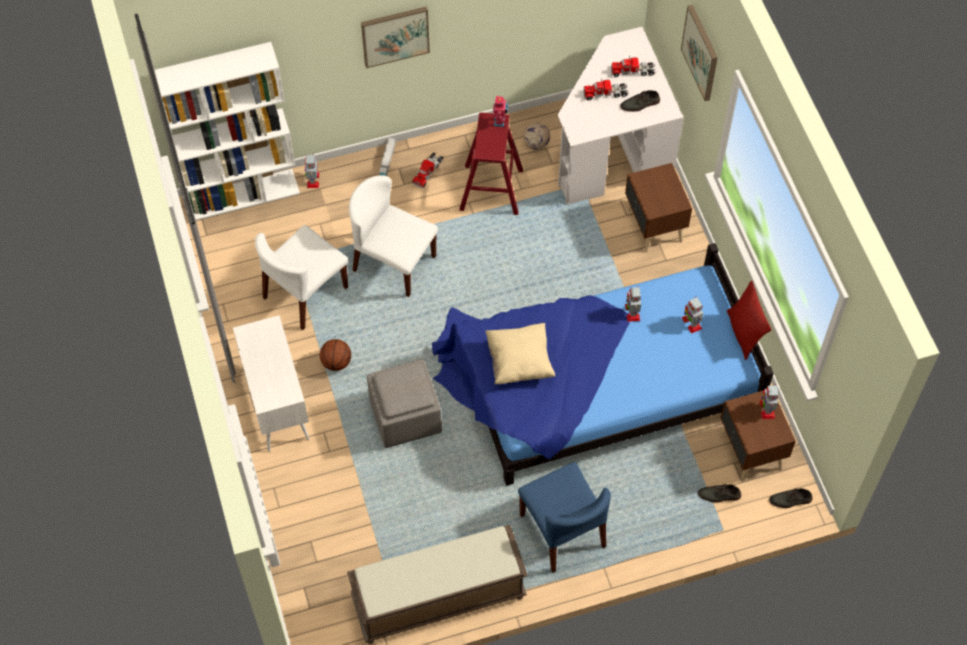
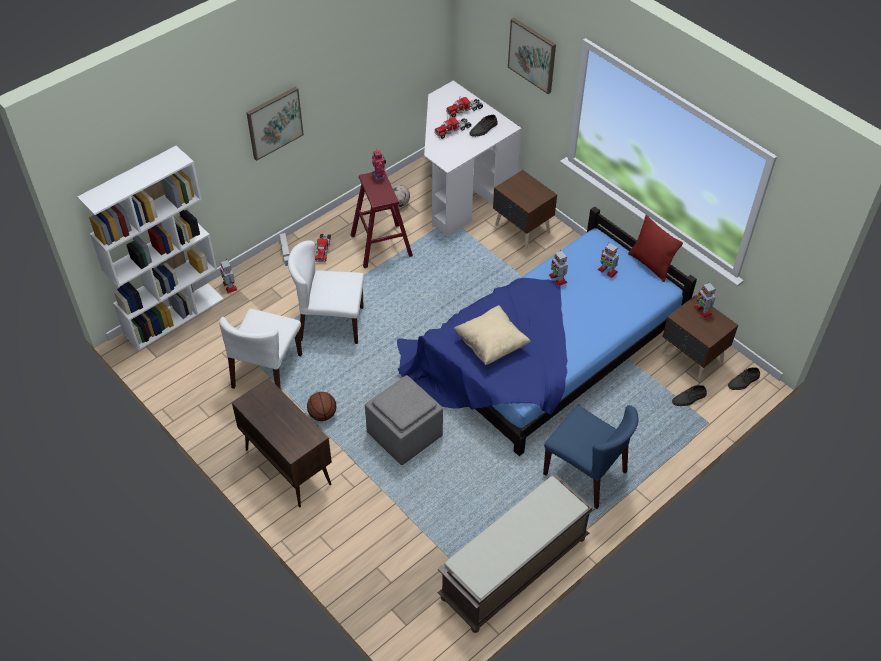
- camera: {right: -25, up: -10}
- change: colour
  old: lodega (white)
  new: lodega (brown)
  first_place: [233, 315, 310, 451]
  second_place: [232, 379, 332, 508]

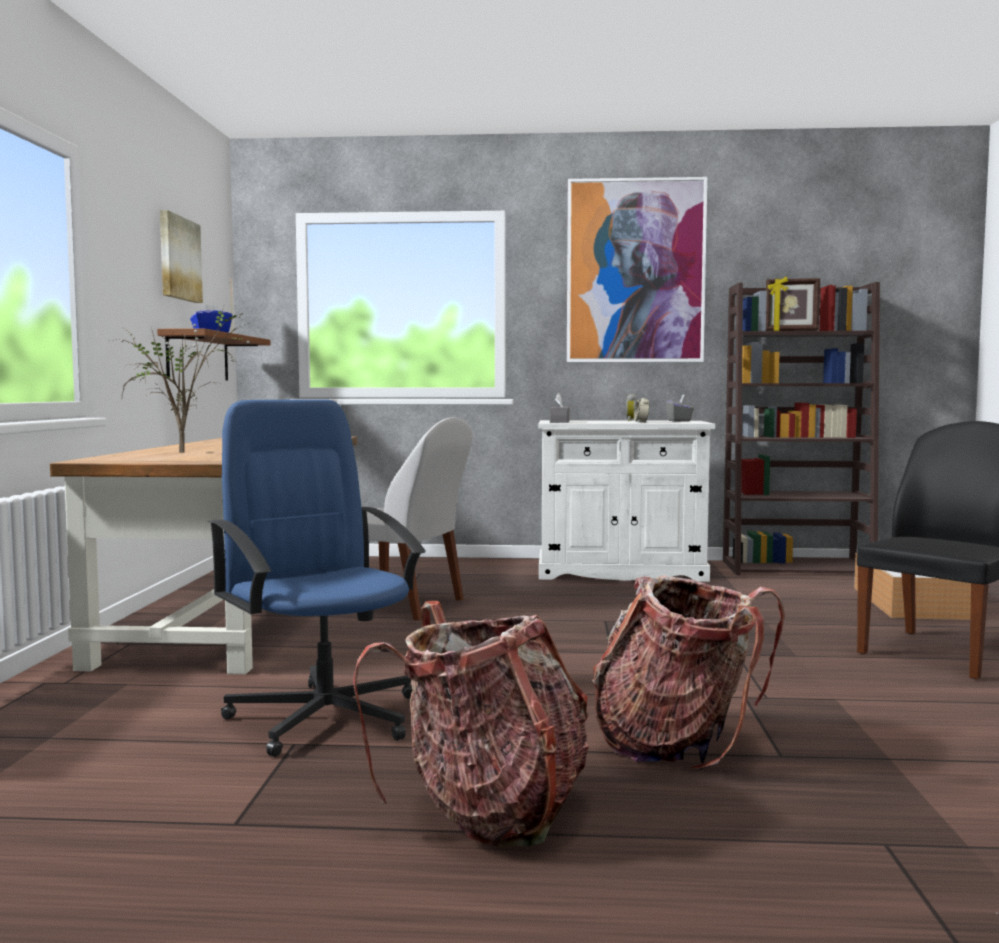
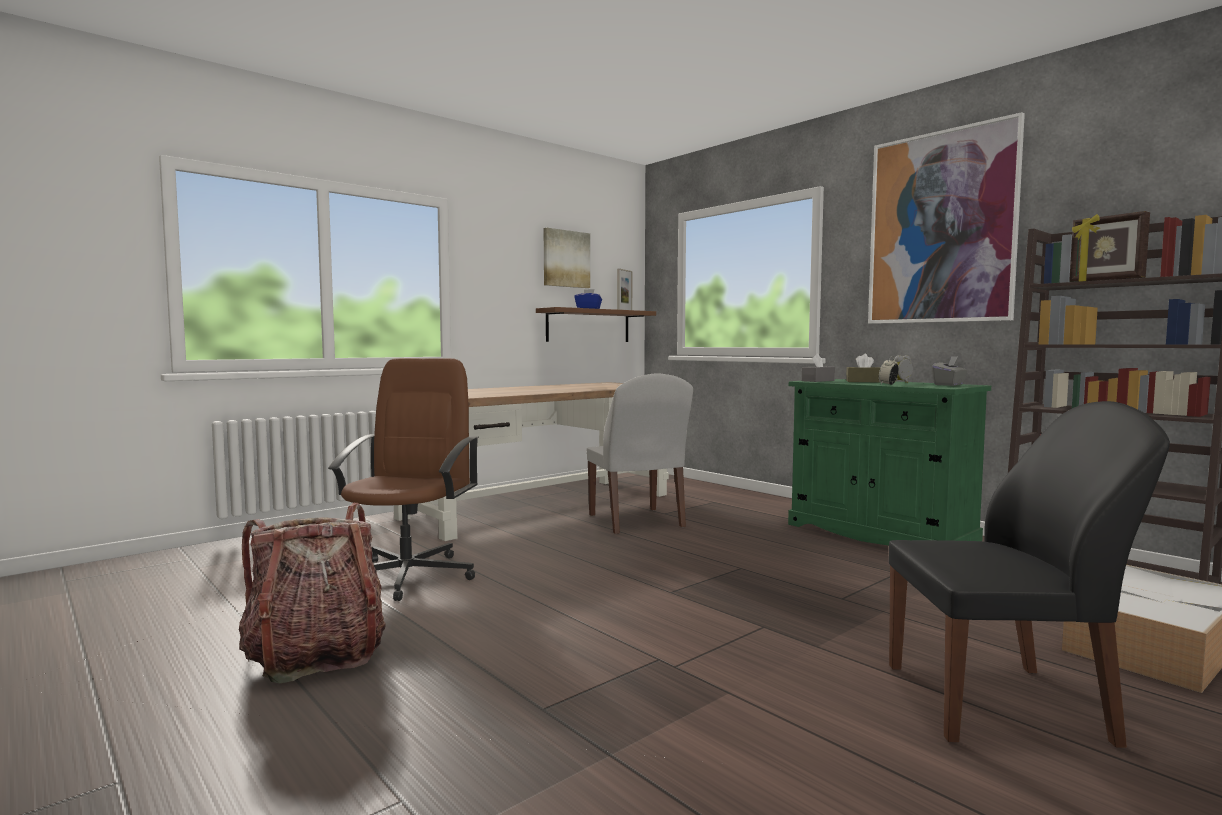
- camera: {right: 45, up: 0}
- change: missing
  old: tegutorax
  first_place: [120, 303, 249, 453]
- change: colour
  old: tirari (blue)
  new: tirari (brown)
  first_place: [208, 399, 426, 757]
  second_place: [328, 358, 479, 601]
- change: colour
  old: lodega (white)
  new: lodega (green)
  first_place: [538, 420, 715, 582]
  second_place: [788, 379, 991, 545]
- change: missing
  old: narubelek
  first_place: [592, 575, 785, 770]
- change: appeared
  new: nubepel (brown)
  second_place: [846, 354, 881, 382]

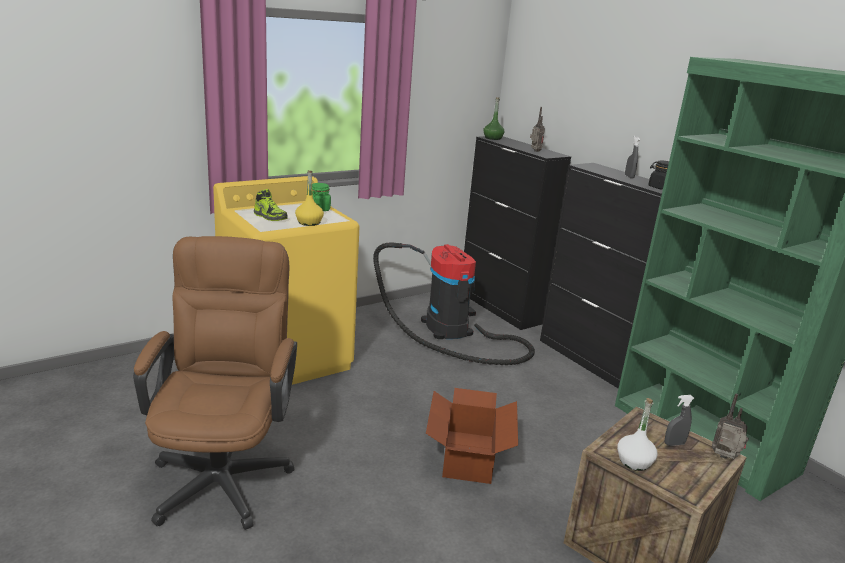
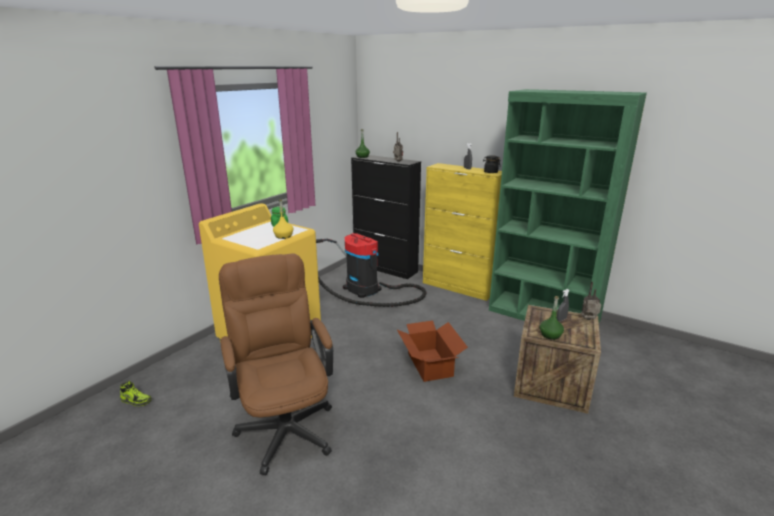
- camera: {right: -20, up: 0}
- change: colour
  old: lodega (black)
  new: lodega (yellow)
  first_place: [540, 163, 663, 389]
  second_place: [423, 163, 502, 301]
- change: relocated
  old: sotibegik
  first_place: [254, 189, 288, 221]
  second_place: [120, 381, 152, 406]
- change: colour
  old: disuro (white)
  new: disuro (green)
  first_place: [617, 398, 657, 471]
  second_place: [540, 296, 564, 340]

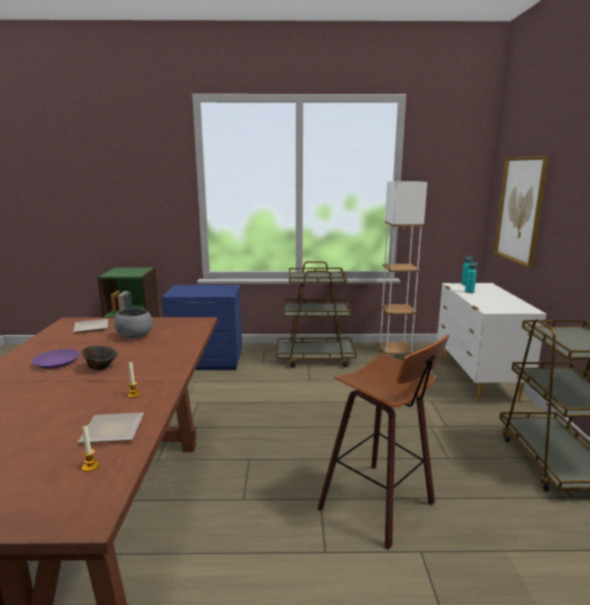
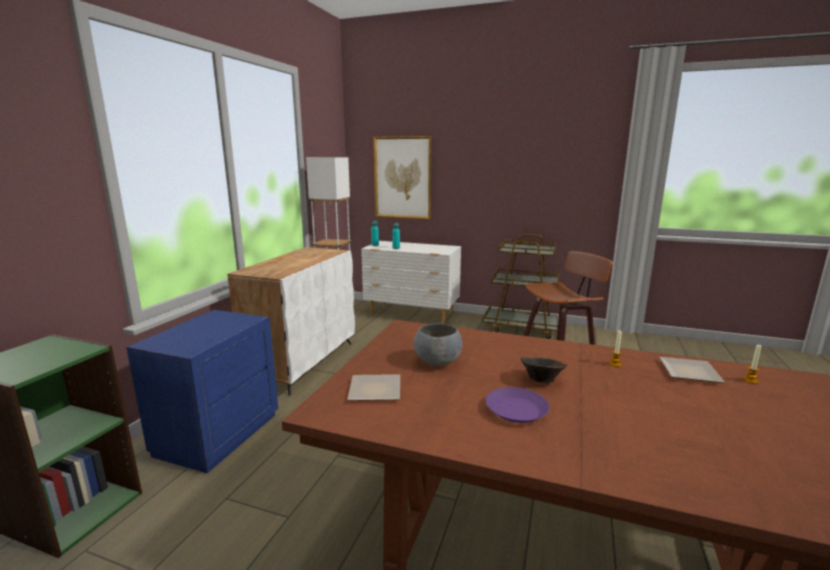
- camera: {right: -70, up: 0}
- change: exchanged
  old: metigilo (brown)
  new: lodega (white)
  first_place: [277, 261, 357, 368]
  second_place: [227, 247, 355, 396]

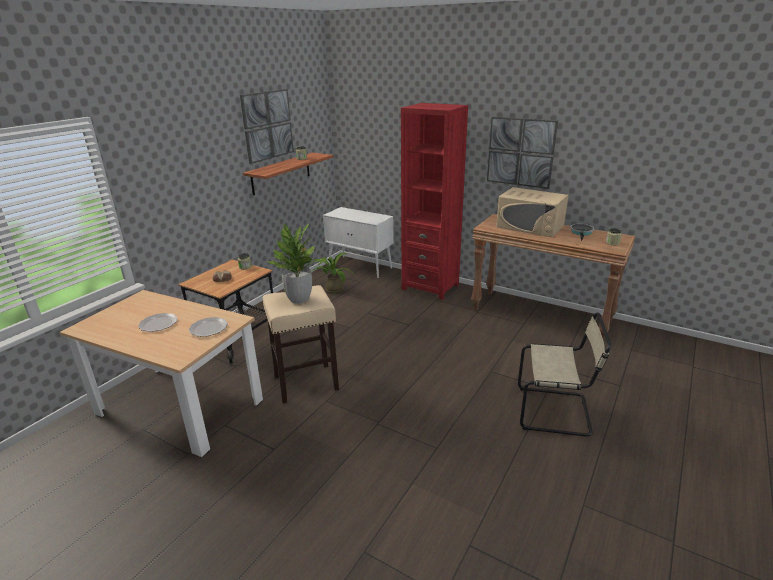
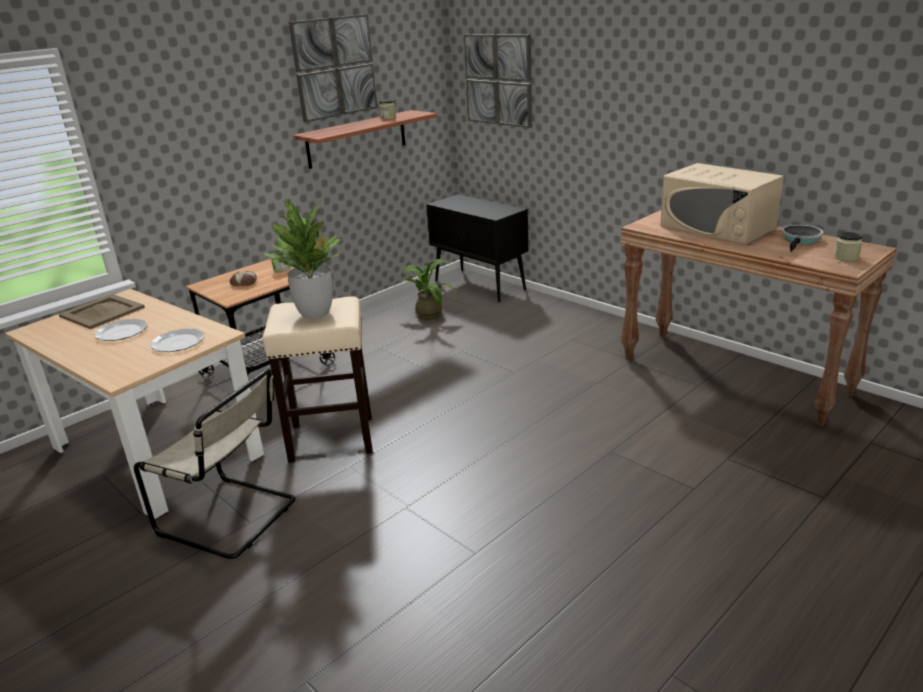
- camera: {right: 15, up: 0}
- change: missing
  old: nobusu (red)
  first_place: [401, 103, 468, 300]
- change: relocated
  old: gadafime
  first_place: [487, 116, 558, 189]
  second_place: [464, 34, 532, 128]
- change: colour
  old: lodega (white)
  new: lodega (black)
  first_place: [323, 207, 394, 278]
  second_place: [426, 194, 528, 302]
- change: relocated
  old: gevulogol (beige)
  first_place: [518, 312, 611, 436]
  second_place: [134, 368, 295, 559]
- change: appeared
  new: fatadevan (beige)
  second_place: [59, 294, 145, 329]

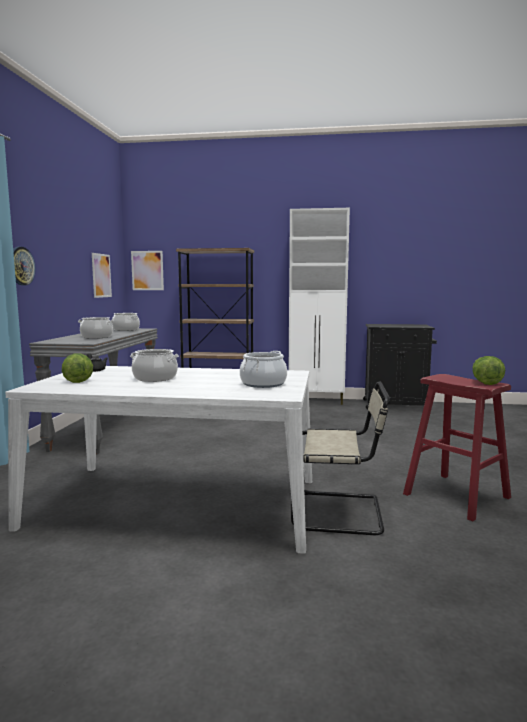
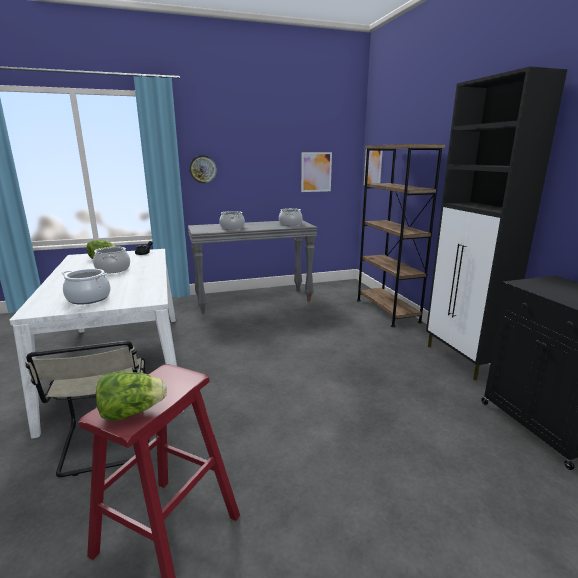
- camera: {right: 65, up: 10}
- change: colour
  old: lodega (white)
  new: lodega (black)
  first_place: [289, 208, 350, 405]
  second_place: [426, 67, 567, 380]

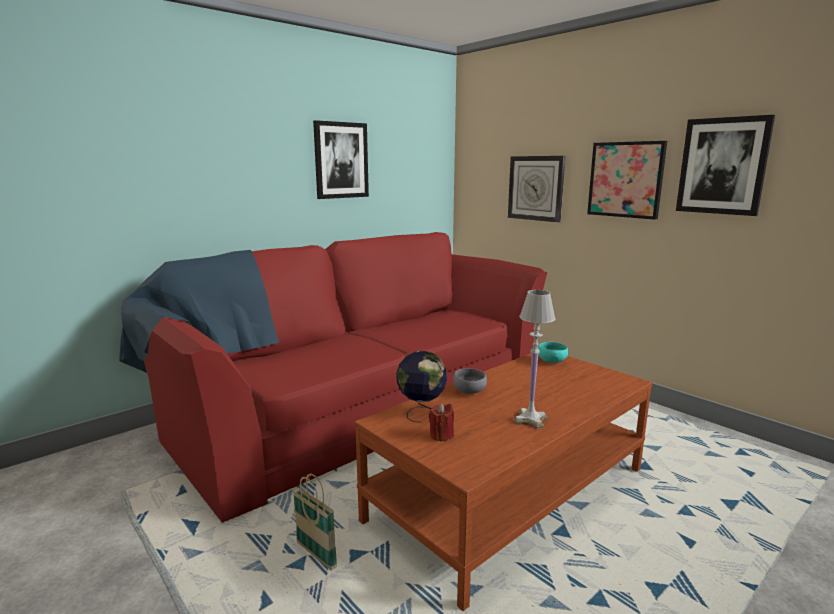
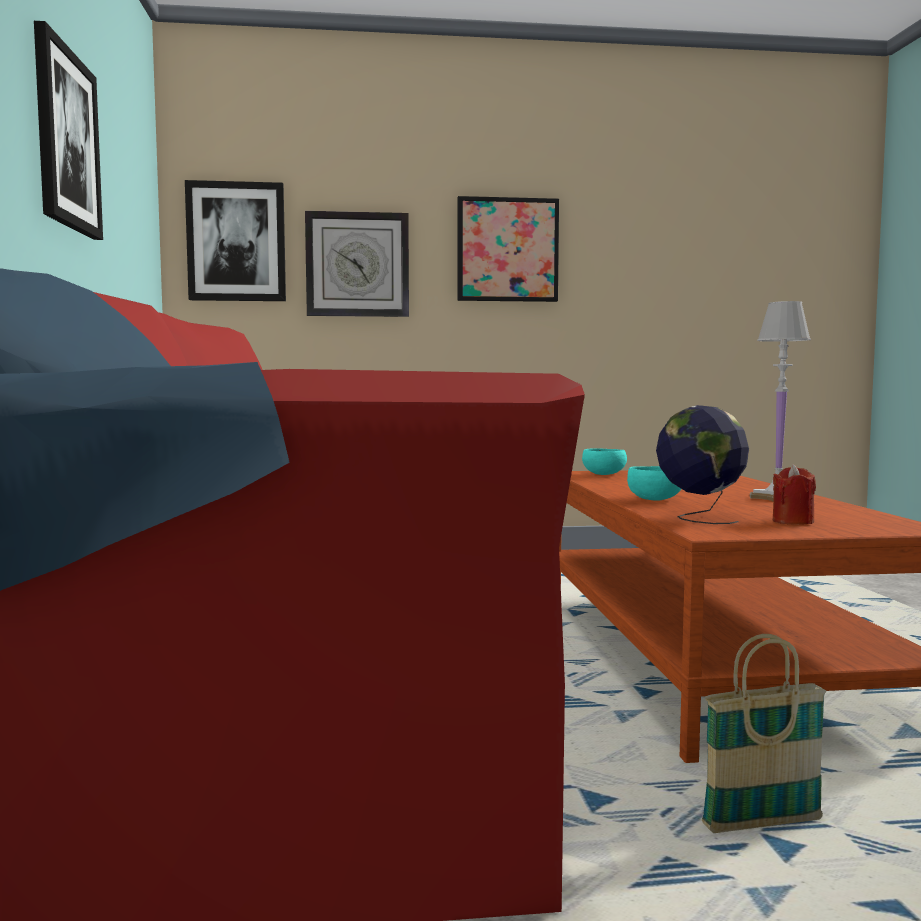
- camera: {right: -55, up: -10}
- change: relocated
  old: gadafime
  first_place: [676, 115, 775, 216]
  second_place: [185, 180, 286, 301]
- change: colour
  old: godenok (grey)
  new: godenok (turquoise)
  first_place: [453, 368, 487, 394]
  second_place: [627, 466, 681, 501]

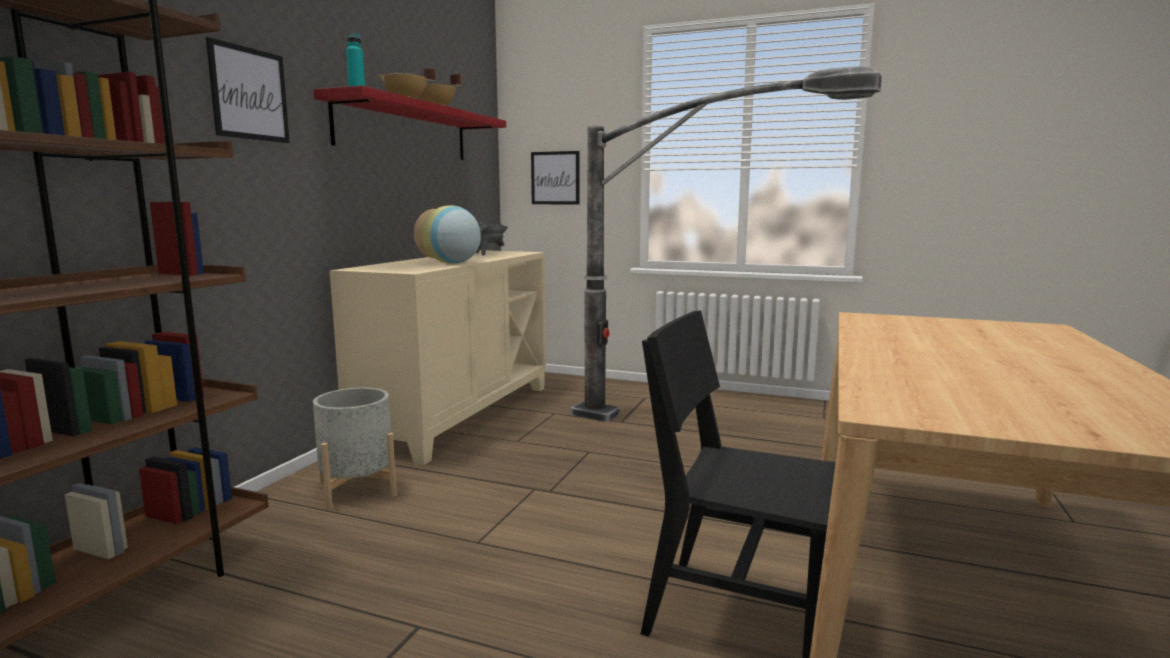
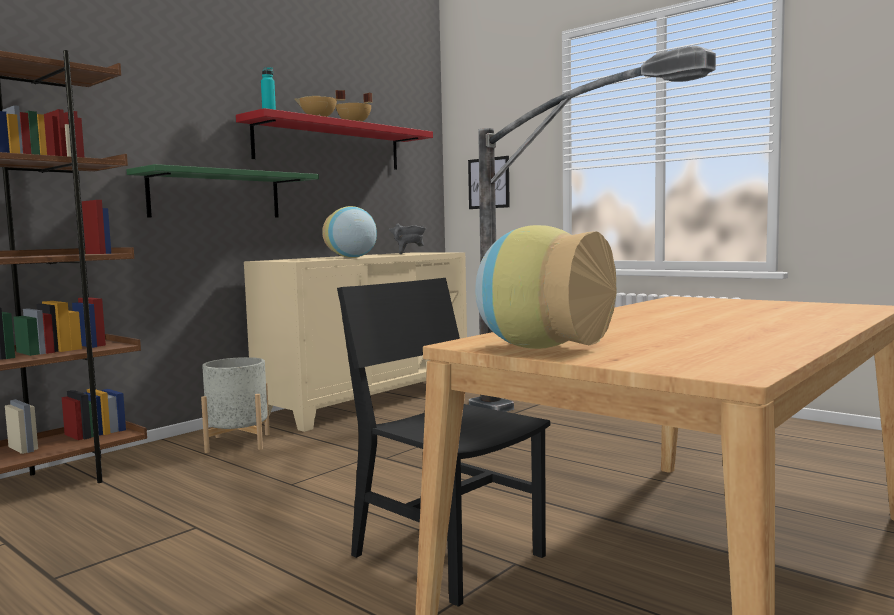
- camera: {right: 20, up: -5}
- change: missing
  old: gadafime
  first_place: [206, 37, 290, 143]
- change: appeared
  new: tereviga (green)
  second_place: [126, 164, 319, 218]
- change: appeared
  new: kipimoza
  second_place: [475, 225, 617, 349]

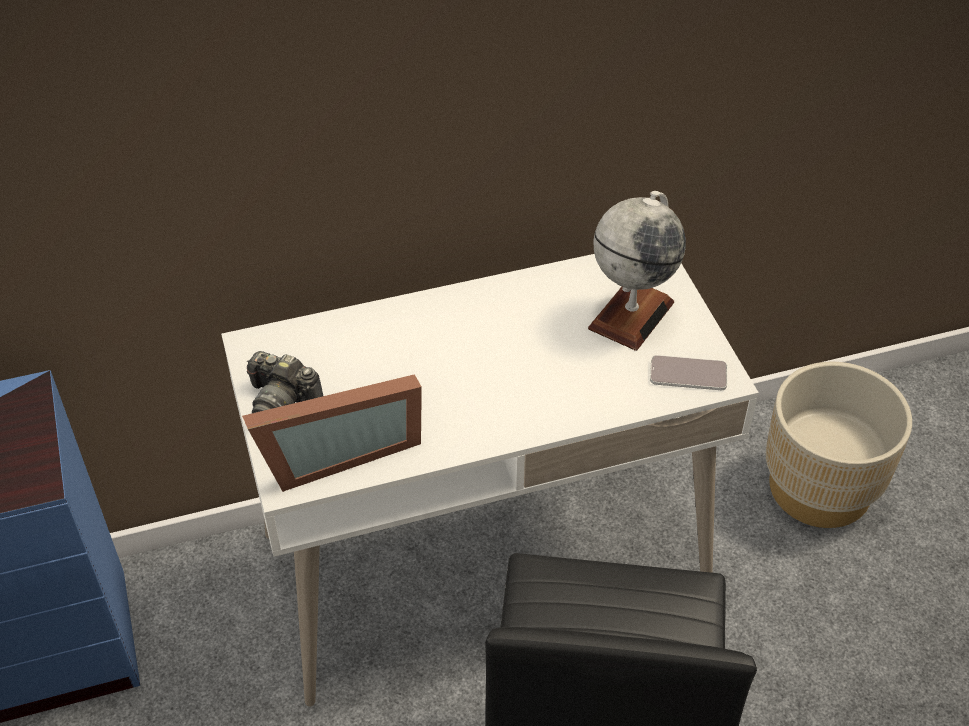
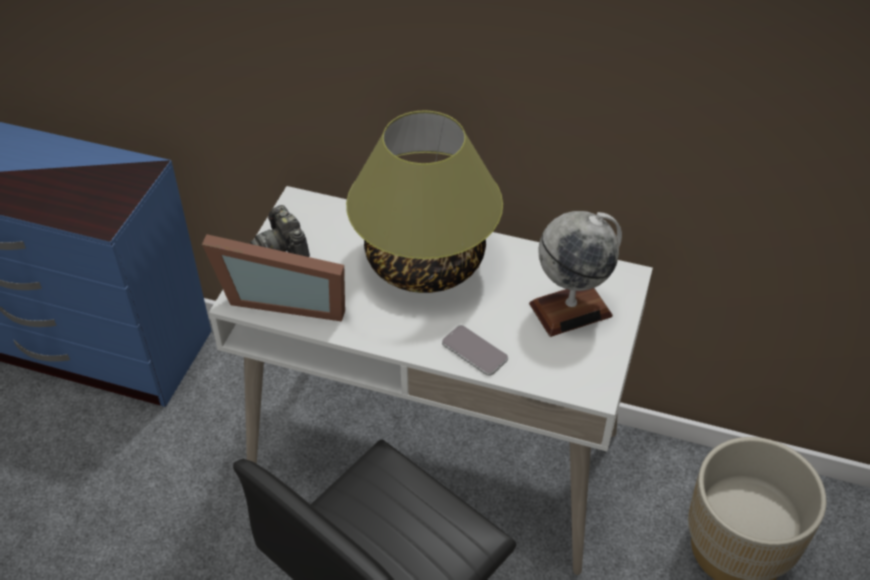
- camera: {right: 35, up: 0}
- change: relocated
  old: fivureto
  first_place: [650, 355, 727, 390]
  second_place: [442, 325, 508, 376]
- change: appeared
  new: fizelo
  second_place: [346, 111, 503, 293]

